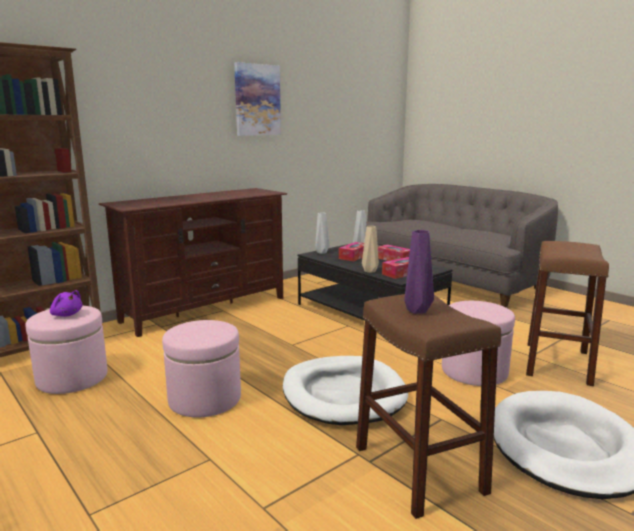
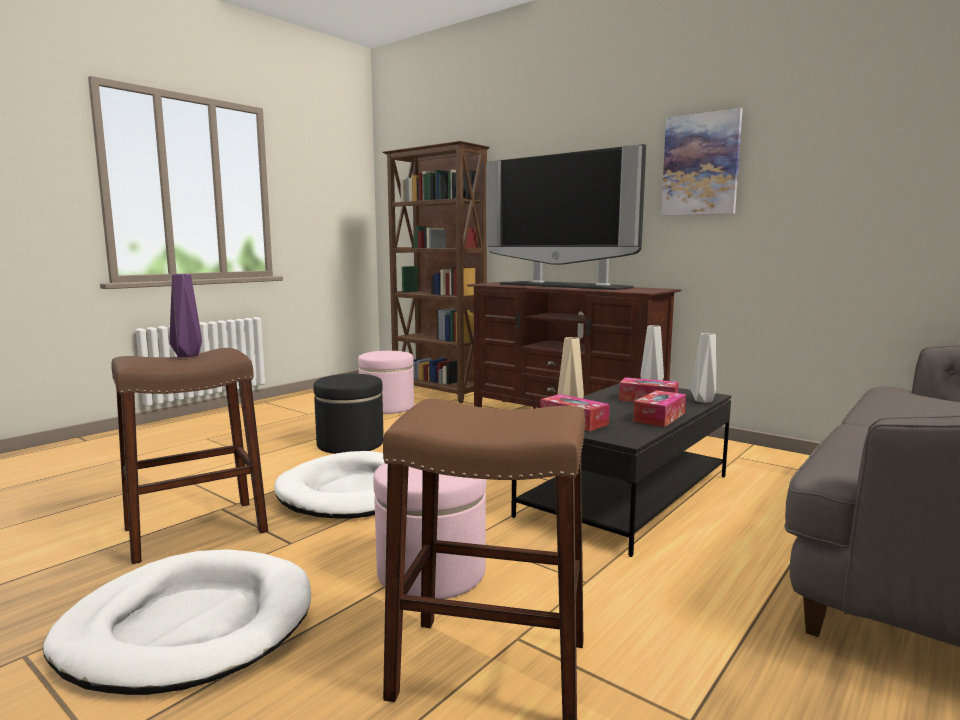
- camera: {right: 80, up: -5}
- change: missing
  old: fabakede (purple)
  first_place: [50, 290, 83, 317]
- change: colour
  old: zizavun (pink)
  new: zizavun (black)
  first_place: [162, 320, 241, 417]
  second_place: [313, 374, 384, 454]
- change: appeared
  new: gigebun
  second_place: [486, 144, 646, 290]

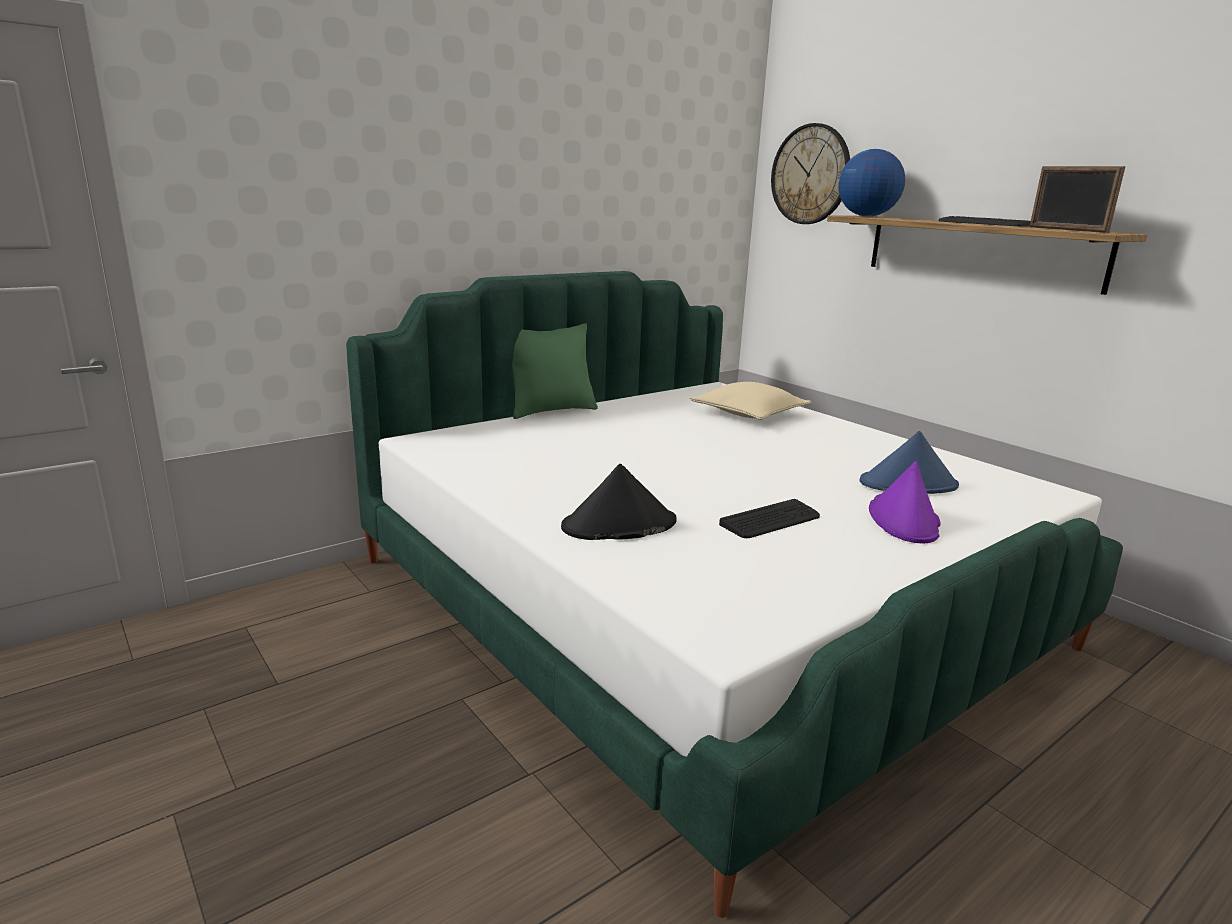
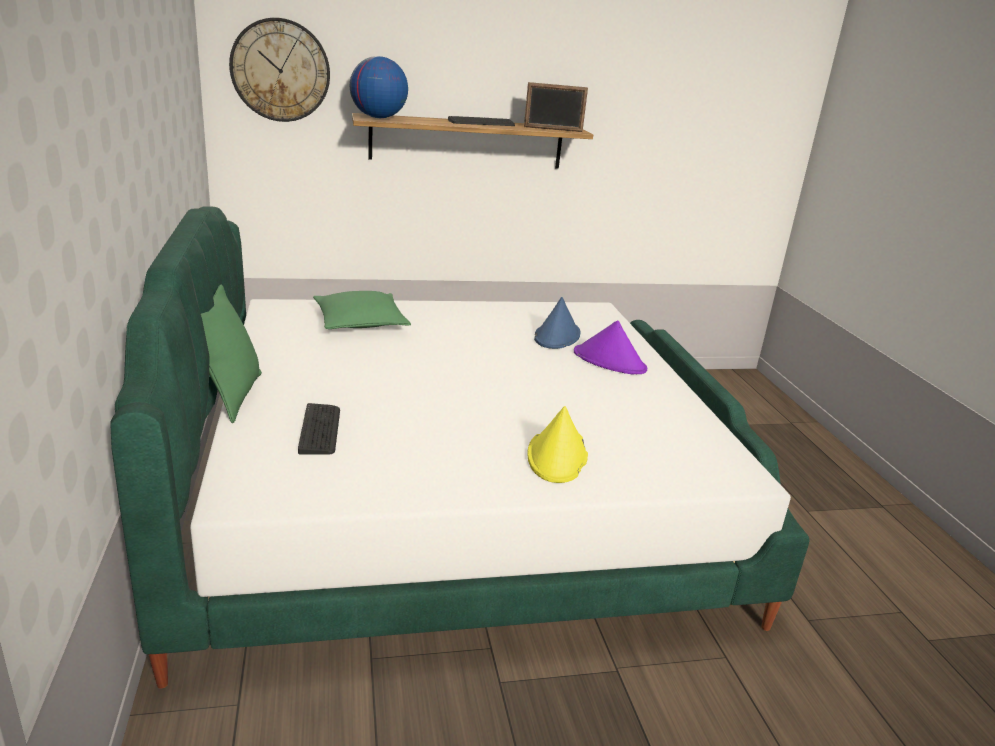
- camera: {right: -65, up: 5}
- change: colour
  old: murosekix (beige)
  new: murosekix (green)
  first_place: [690, 382, 811, 420]
  second_place: [313, 291, 411, 329]
- change: colour
  old: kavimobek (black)
  new: kavimobek (yellow)
  first_place: [561, 464, 677, 540]
  second_place: [528, 406, 588, 483]
- change: relocated
  old: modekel
  first_place: [719, 499, 820, 538]
  second_place: [298, 403, 340, 454]

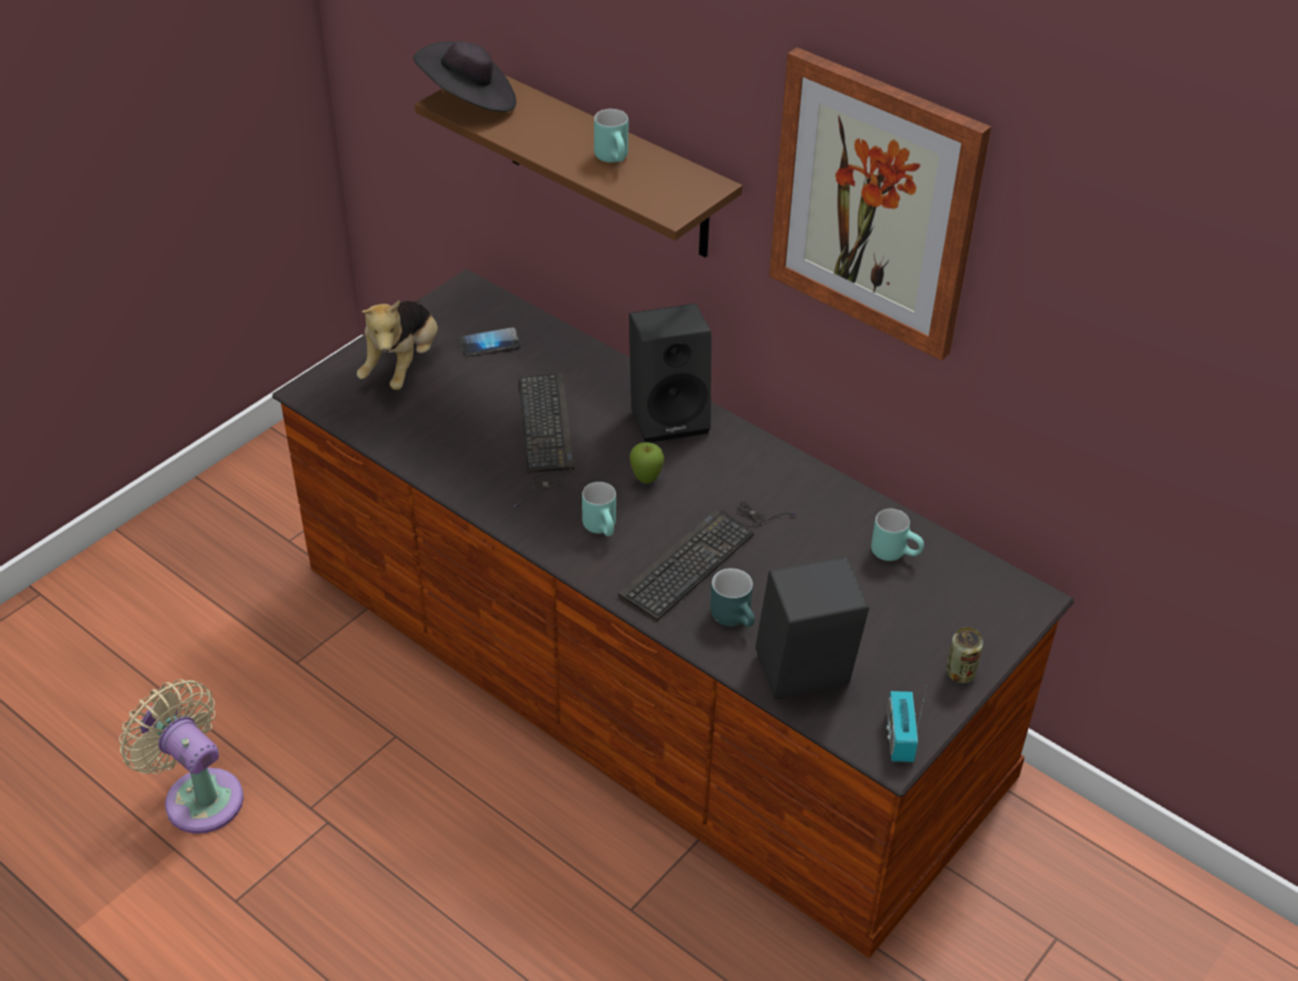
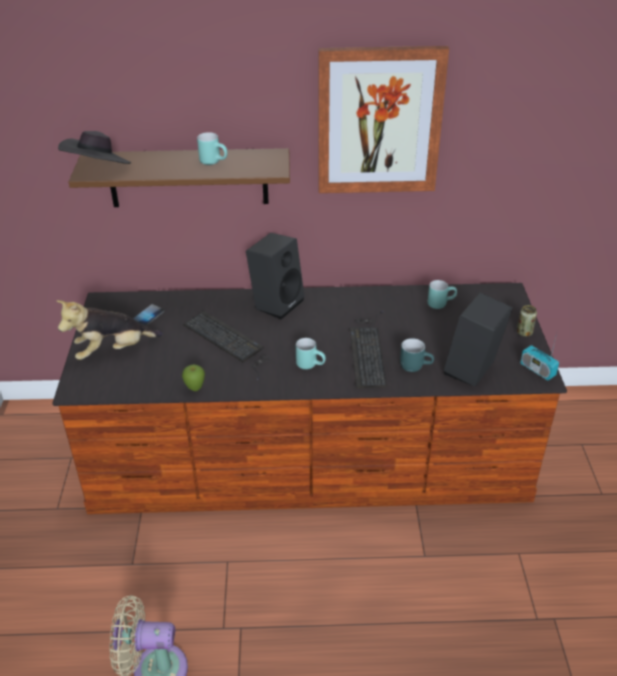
- camera: {right: -40, up: -5}
- change: spun
  old: fabakede
  first_place: [357, 300, 438, 390]
  second_place: [57, 300, 163, 360]
  degrees: 90
- change: relocated
  old: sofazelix
  first_place: [630, 442, 664, 484]
  second_place: [182, 364, 205, 391]

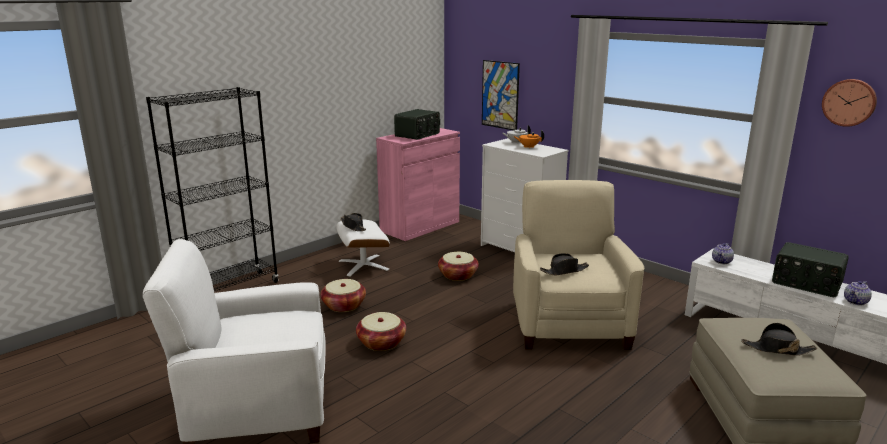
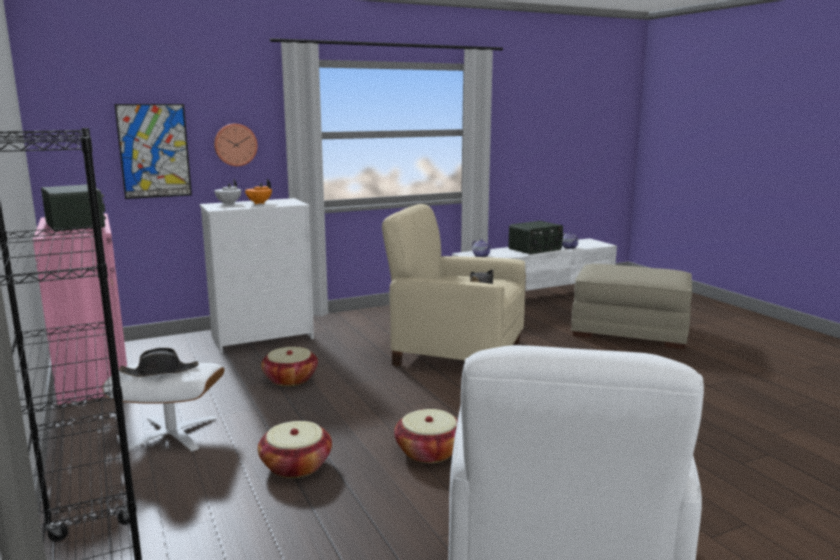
- camera: {right: -70, up: -5}
- change: relocated
  old: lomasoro
  first_place: [822, 79, 877, 127]
  second_place: [214, 124, 258, 166]
- change: missing
  old: kavimobek (black)
  first_place: [741, 323, 817, 356]

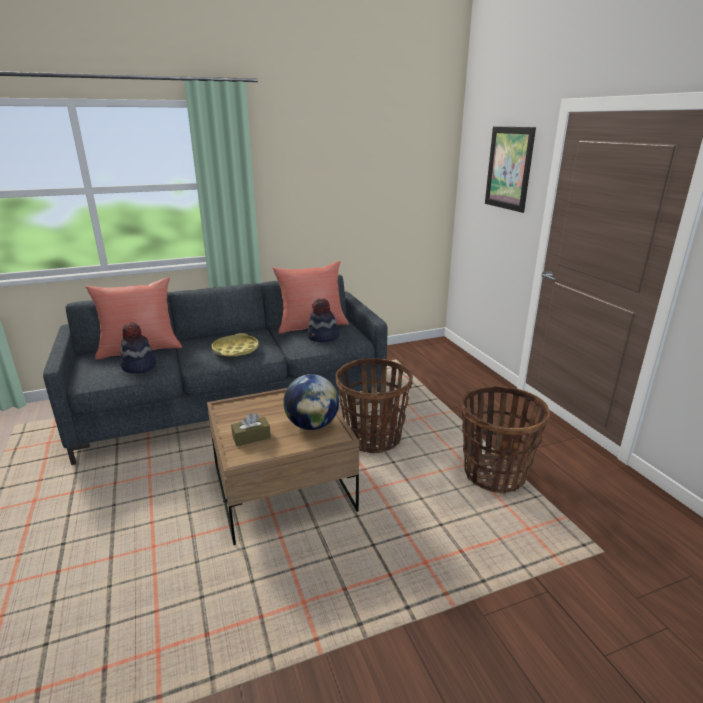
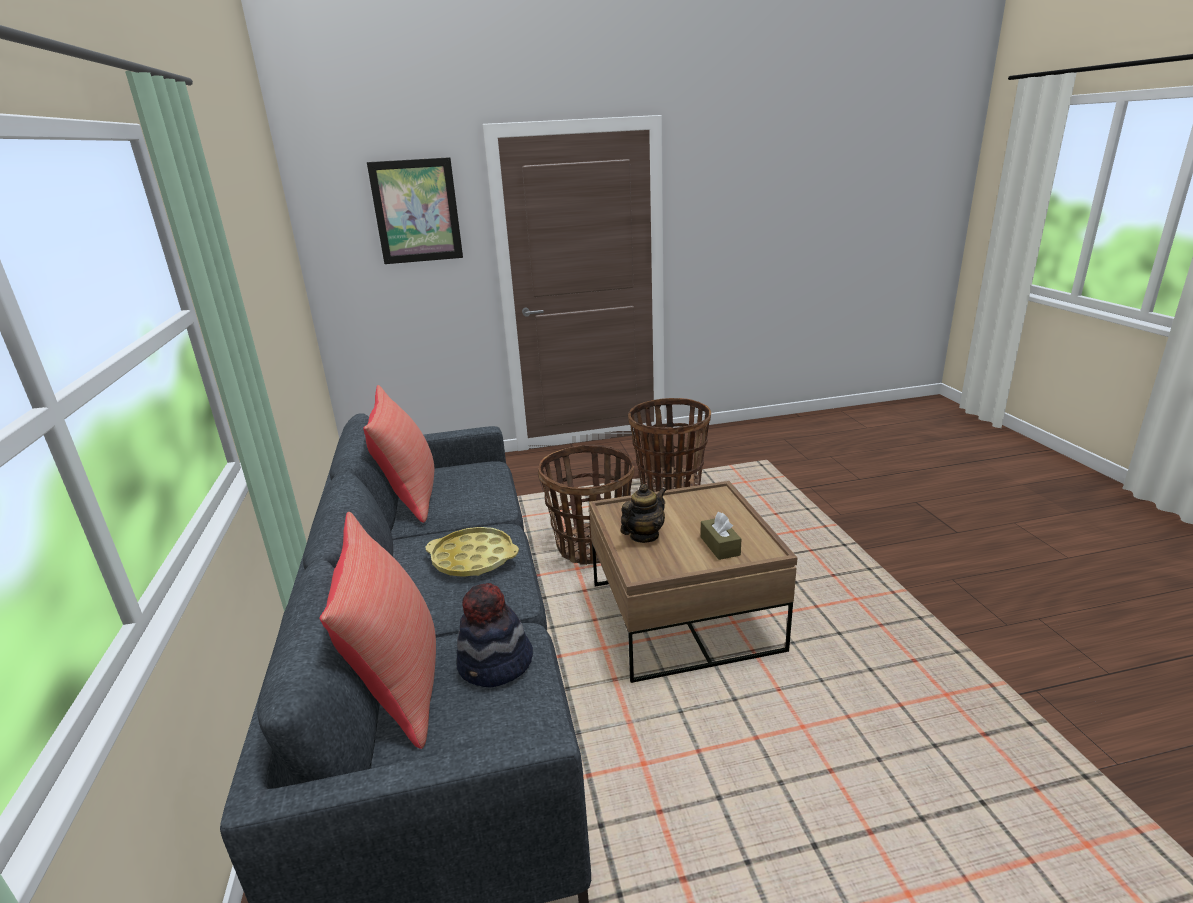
- camera: {right: -80, up: 0}
- change: missing
  old: kavimobek
  first_place: [307, 299, 340, 342]
- change: missing
  old: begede
  first_place: [283, 374, 339, 430]
- change: appeared
  new: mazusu
  second_place: [621, 484, 666, 543]

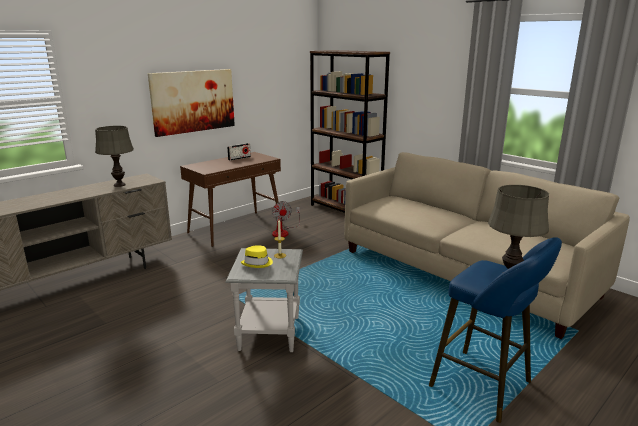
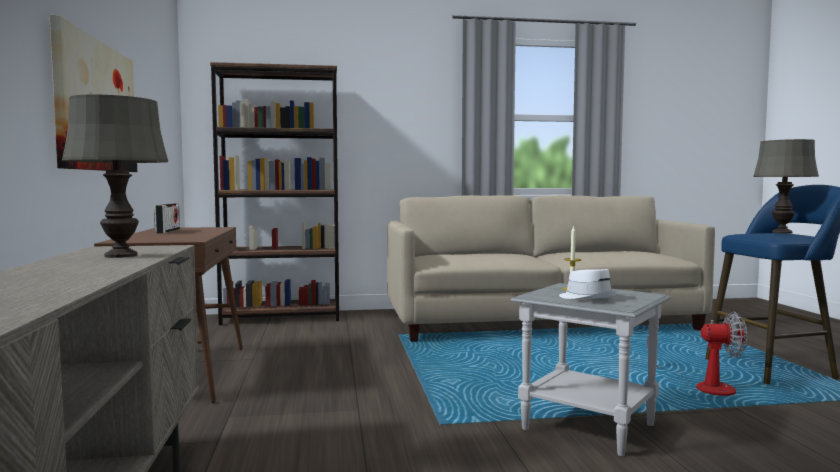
- camera: {right: -55, up: -15}
- change: relocated
  old: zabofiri
  first_place: [272, 201, 300, 237]
  second_place: [647, 312, 747, 396]
- change: colour
  old: kavimobek (yellow)
  new: kavimobek (white)
  first_place: [241, 245, 273, 268]
  second_place: [559, 269, 618, 300]

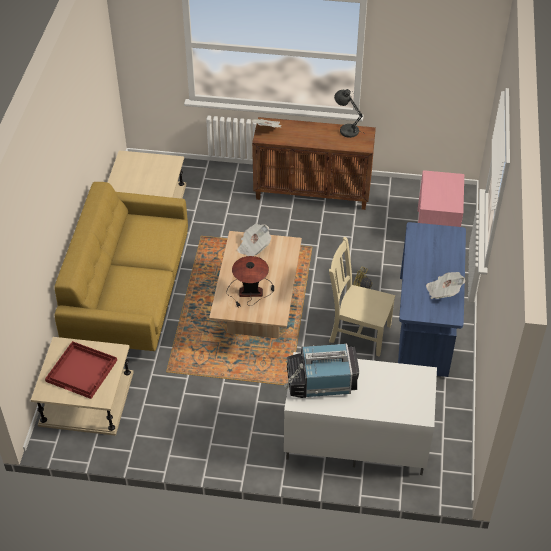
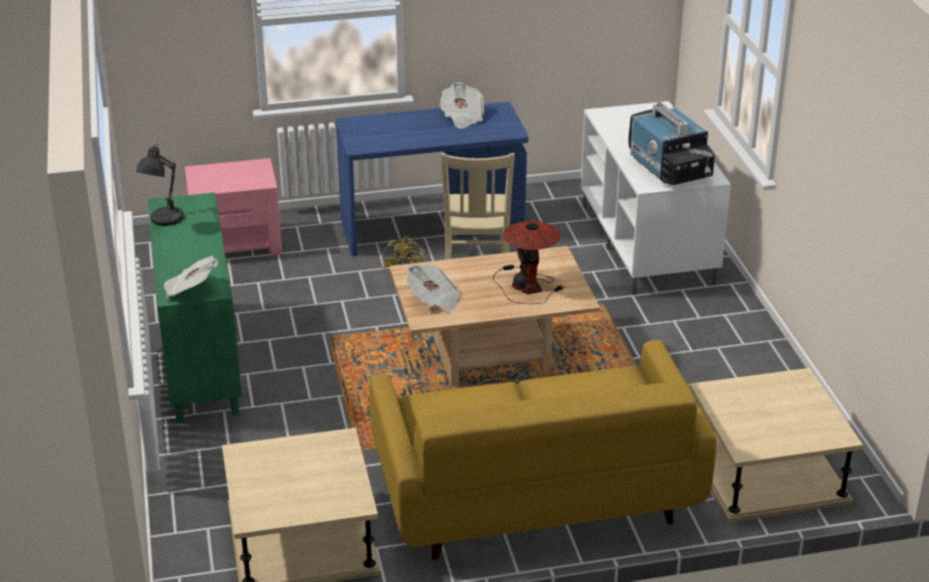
- camera: {right: -110, up: -15}
- change: colour
  old: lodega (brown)
  new: lodega (green)
  first_place: [252, 117, 376, 210]
  second_place: [148, 192, 242, 422]
- change: missing
  old: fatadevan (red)
  first_place: [45, 341, 117, 399]

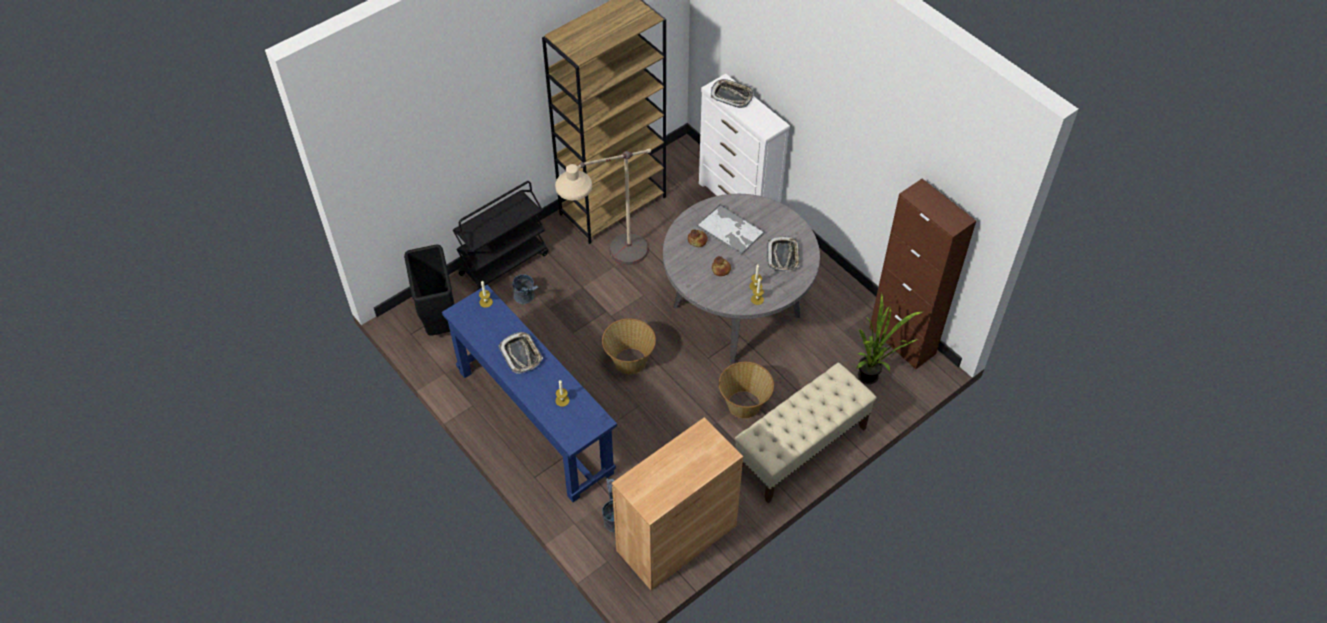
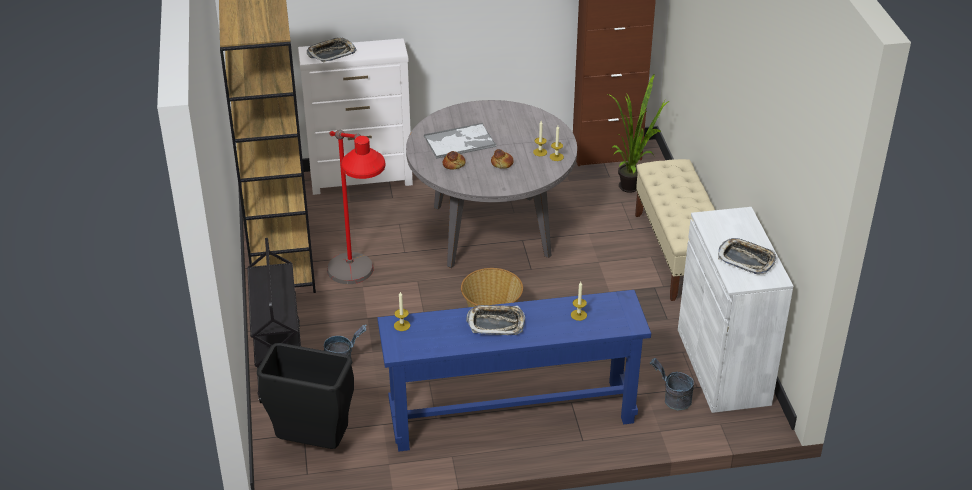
- camera: {right: -60, up: -15}
- change: colour
  old: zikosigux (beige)
  new: zikosigux (red)
  first_place: [555, 149, 651, 265]
  second_place: [327, 130, 385, 284]
- change: relocated
  old: fatadevan
  first_place: [767, 236, 800, 272]
  second_place: [718, 238, 776, 274]
- change: missing
  old: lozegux
  first_place: [719, 362, 774, 419]
- change: colour
  old: lodega (brown)
  new: lodega (white)
  first_place: [612, 417, 743, 591]
  second_place: [678, 207, 793, 413]

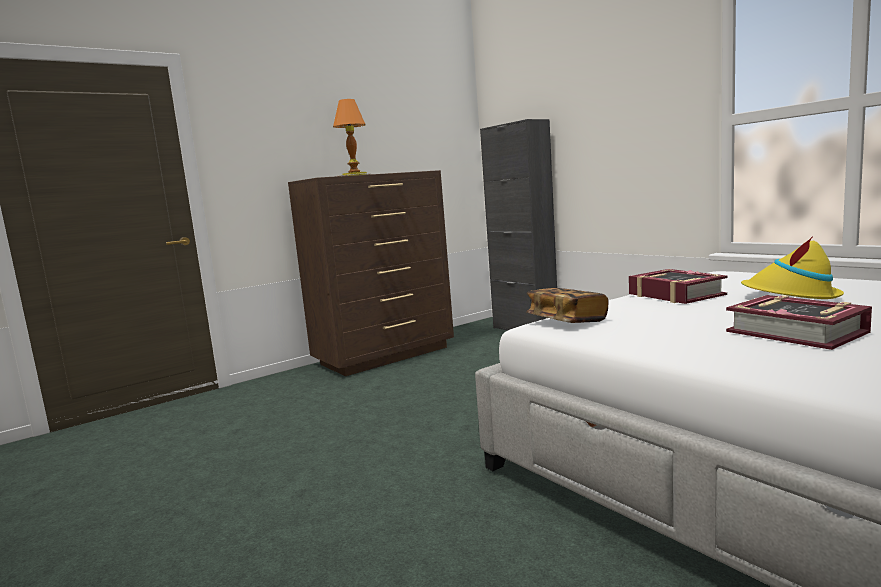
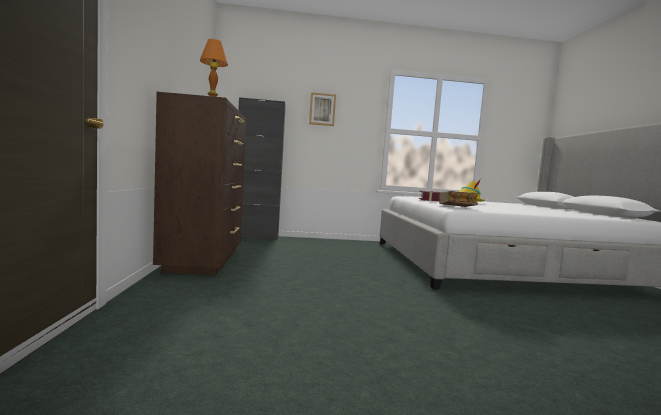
- camera: {right: -60, up: -5}
- change: missing
  old: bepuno
  first_place: [726, 295, 872, 350]
- change: appeared
  new: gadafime
  second_place: [309, 92, 336, 126]

